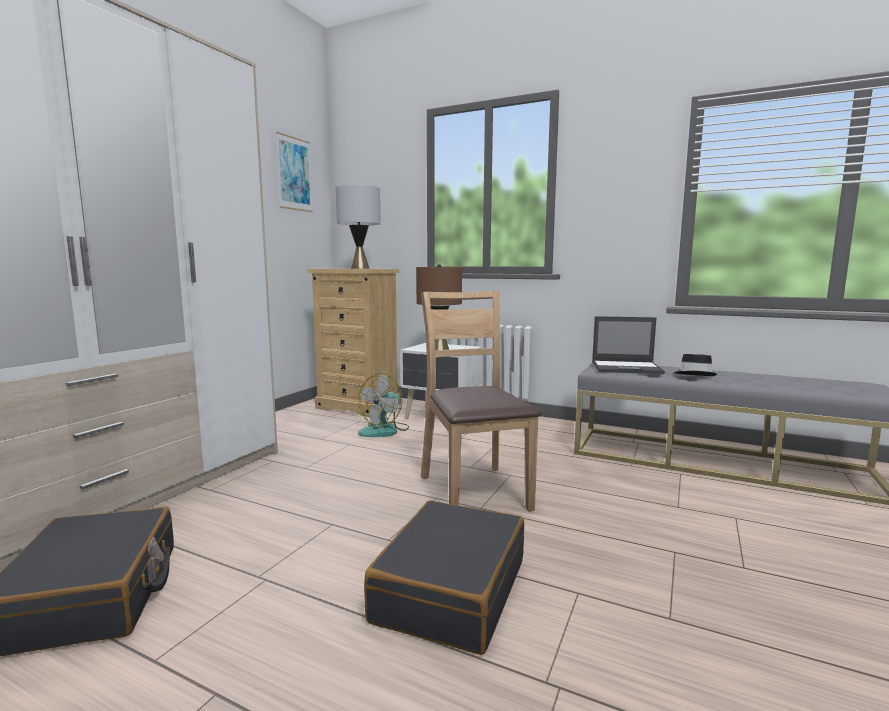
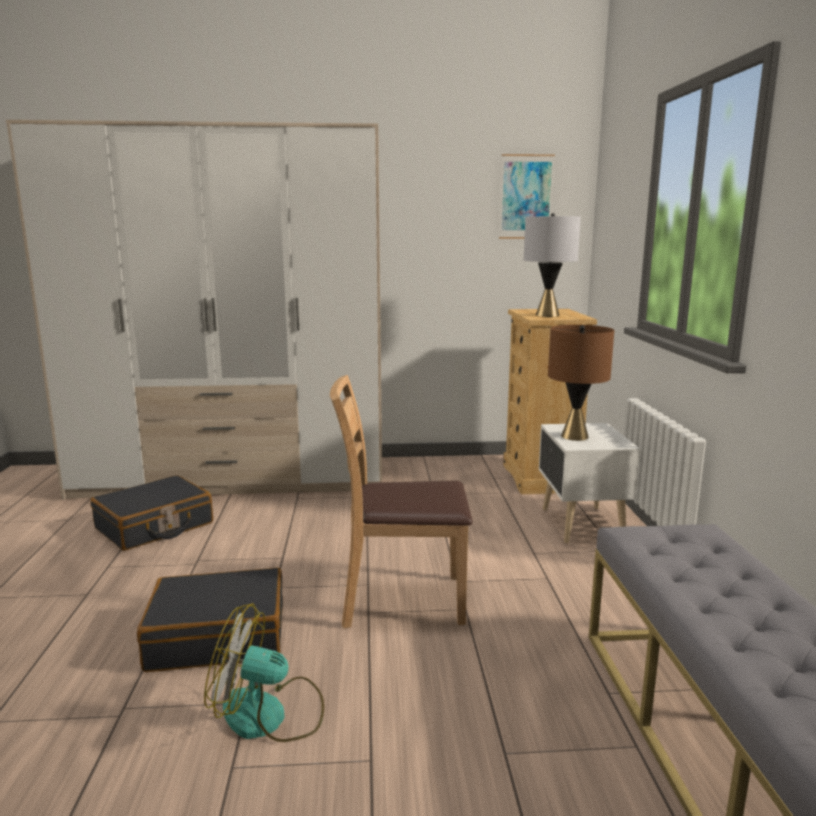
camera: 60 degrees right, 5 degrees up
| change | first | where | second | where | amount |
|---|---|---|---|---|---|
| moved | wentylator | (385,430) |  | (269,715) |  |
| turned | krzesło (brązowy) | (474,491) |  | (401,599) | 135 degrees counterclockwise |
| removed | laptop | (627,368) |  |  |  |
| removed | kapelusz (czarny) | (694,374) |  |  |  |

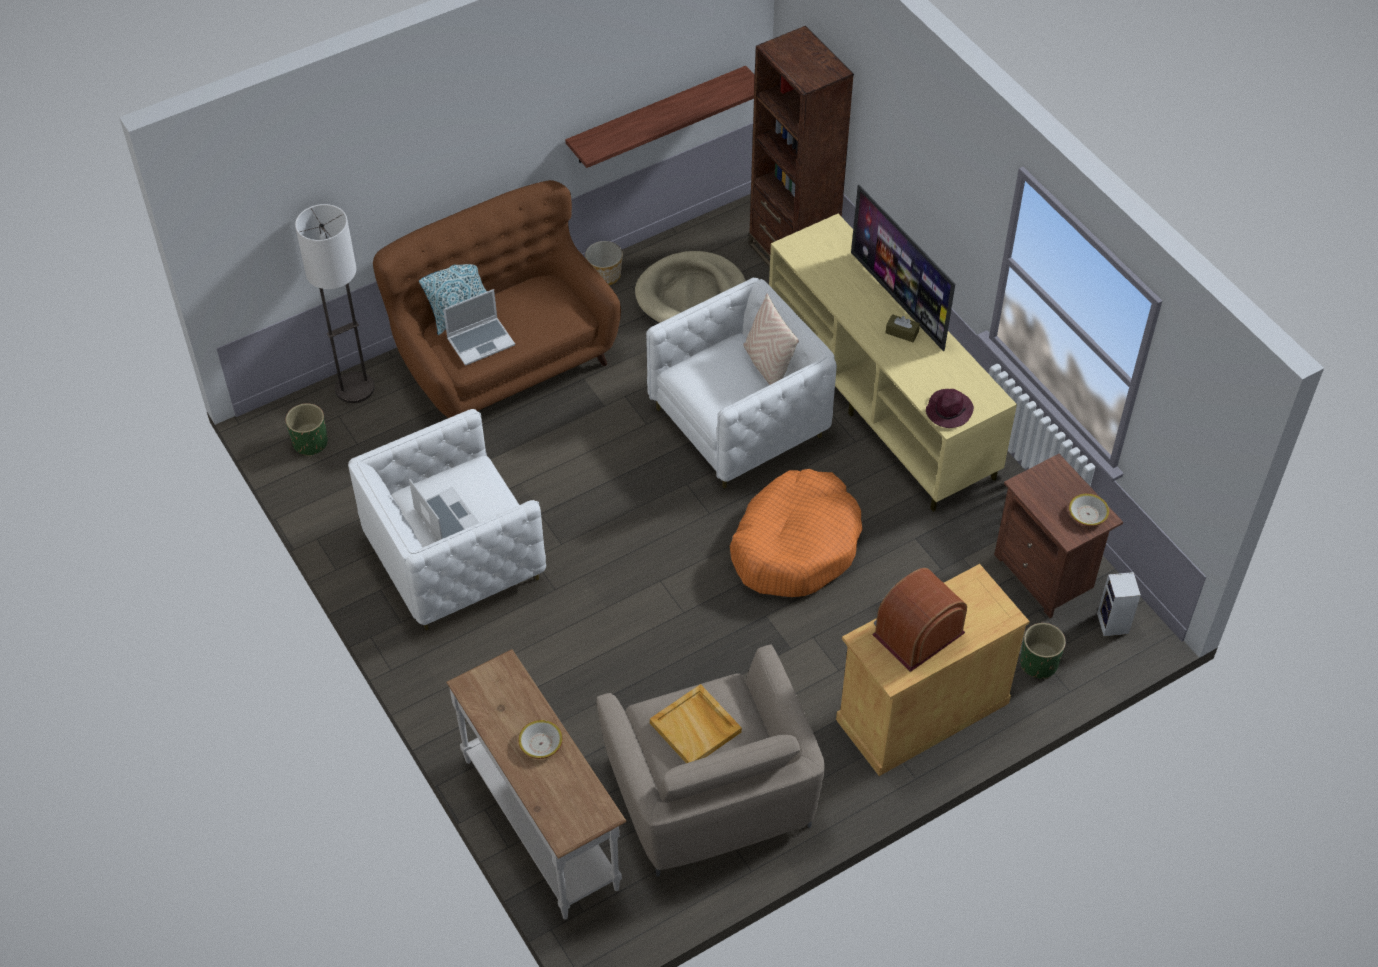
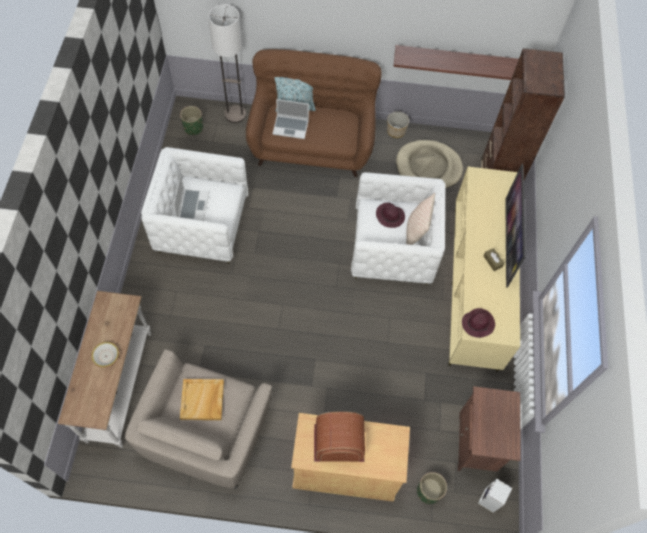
camera: 35 degrees right, 10 degrees up
| change | first | where | second | where | amount |
|---|---|---|---|---|---|
| removed | legowisko (pomarańczowy) | (795,545) |  |  |  |
| removed | miska | (1088,514) |  |  |  |
| added |  |  | kapelusz (fioletowy) | (390,216) |  |

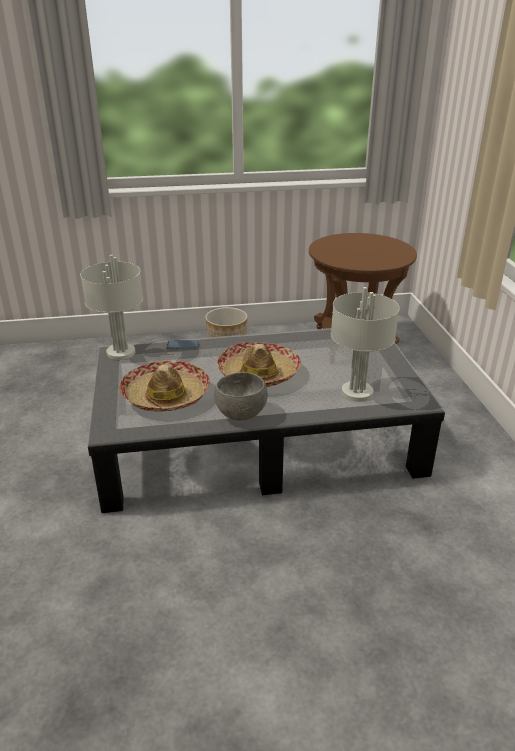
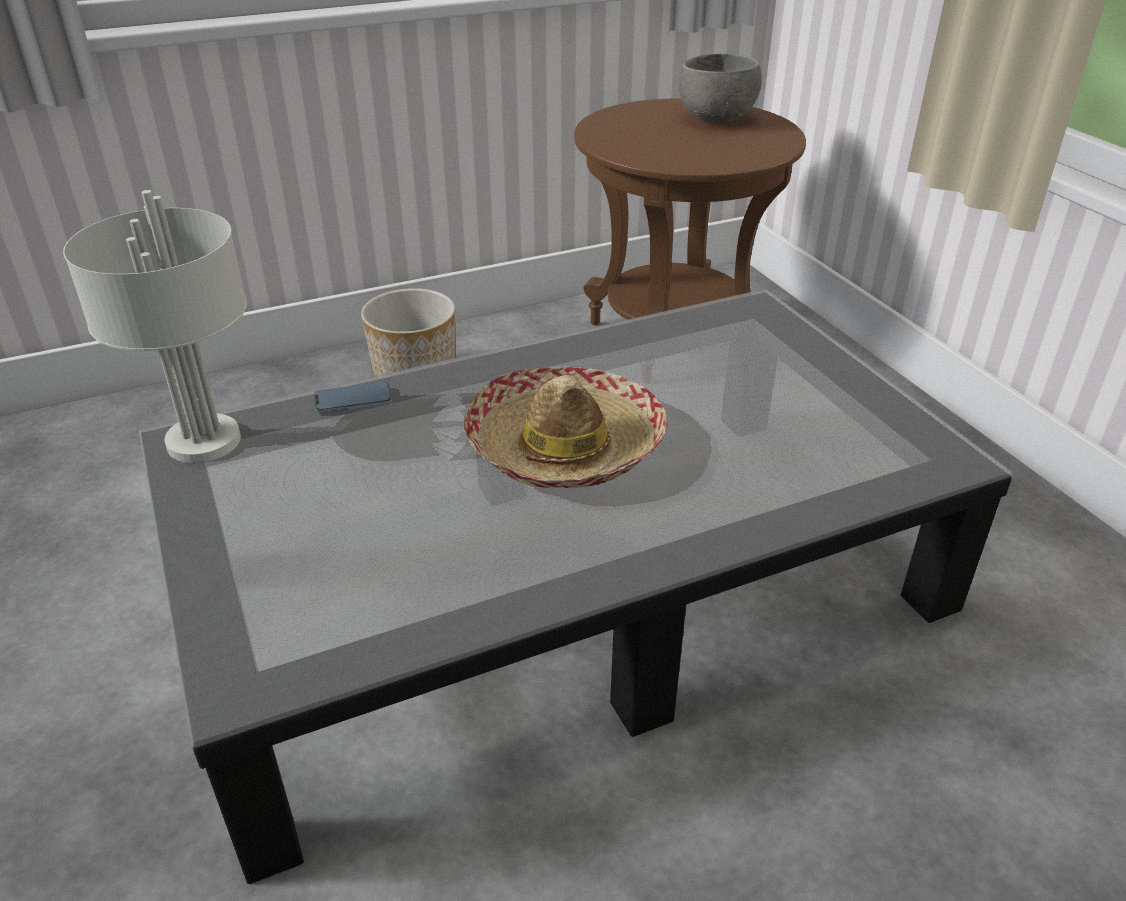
camera: 15 degrees left, 5 degrees up
| change | first | where | second | where | amount |
|---|---|---|---|---|---|
| removed | kapelusz | (165,395) |  |  |  |
| moved | miska (szary) | (241,413) |  | (716,119) |  |
| removed | lampa stołowa (szary) | (356,392) |  |  |  |

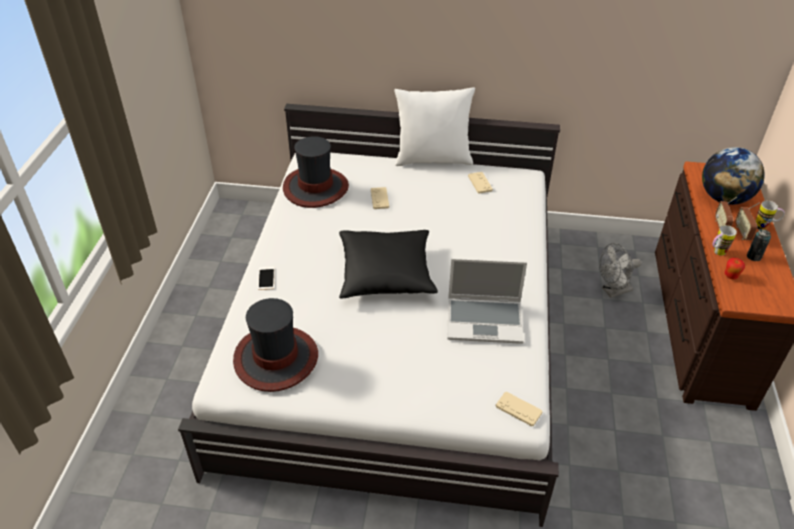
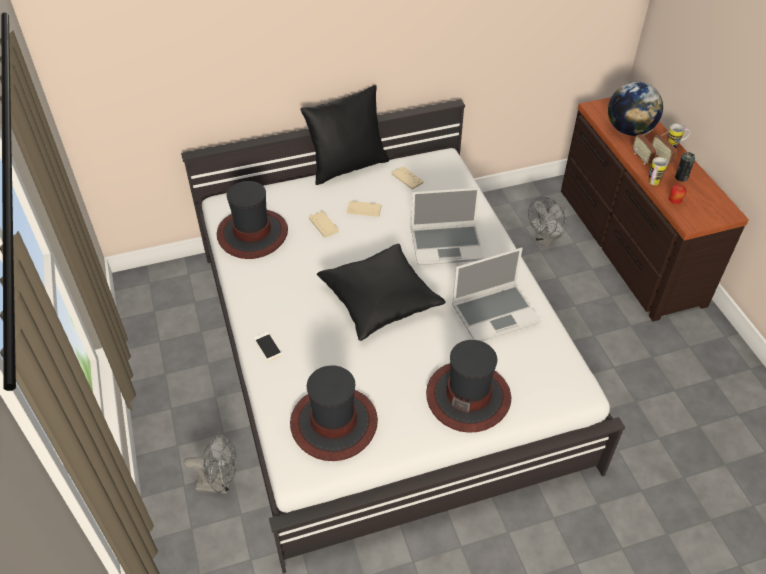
camera: 25 degrees left, 5 degrees up
| change | first | where | second | where | amount |
|---|---|---|---|---|---|
| recoloured | poduszka (biały) | (433,159) | poduszka (czarny) | (347,166) |  |
| moved | pad do gier (beżowy) | (518,409) |  | (364,209) |  |
| added |  |  | wentylator (szary) | (220,484) |  |
| added |  |  | laptop | (447,245) |  |
| added |  |  | kapelusz | (468,396) |  |

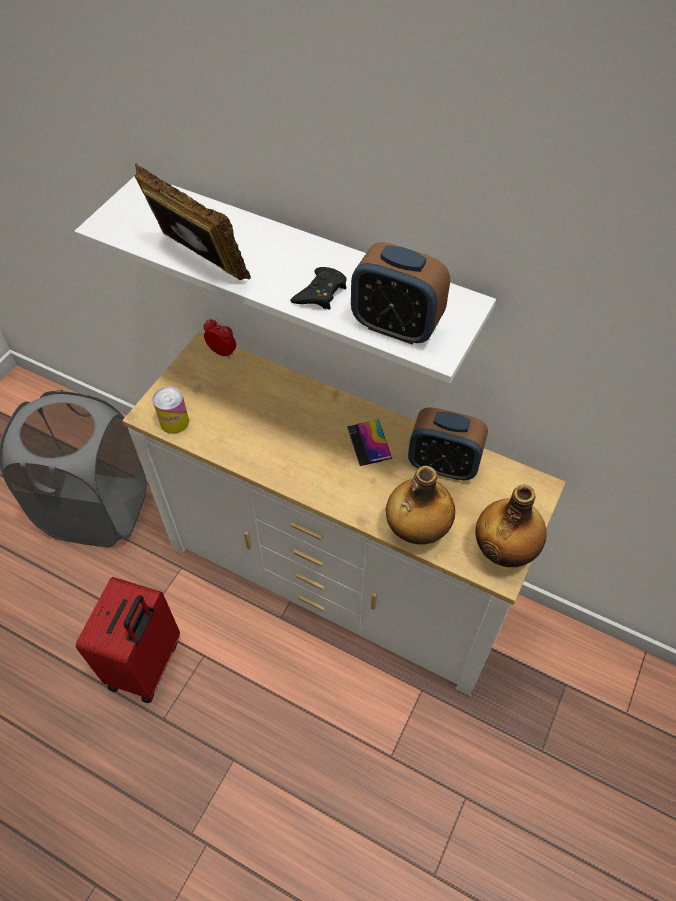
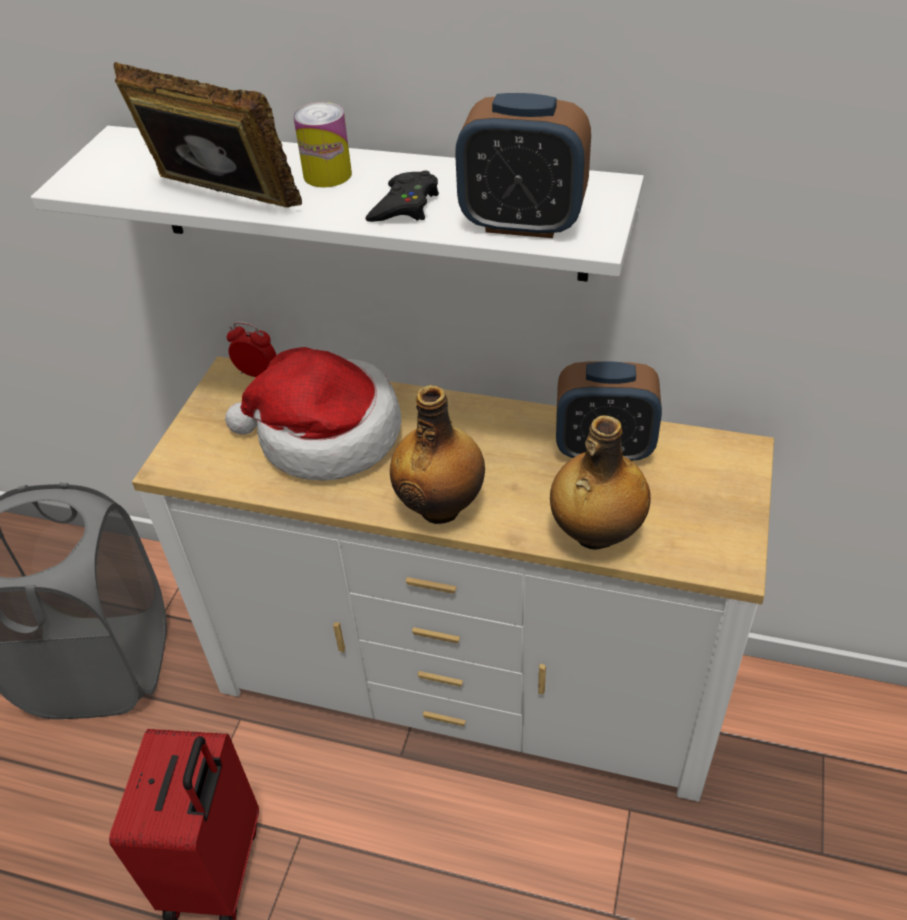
camera: 10 degrees left, 10 degrees down
| change | first | where | second | where | amount |
|---|---|---|---|---|---|
| moved | puszka | (174,422) |  | (327,175) |  |
| removed | telefon | (369,442) |  |  |  |
| moved | butelka | (504,551) |  | (441,506) |  |
| added |  |  | kapelusz | (325,436) |  |

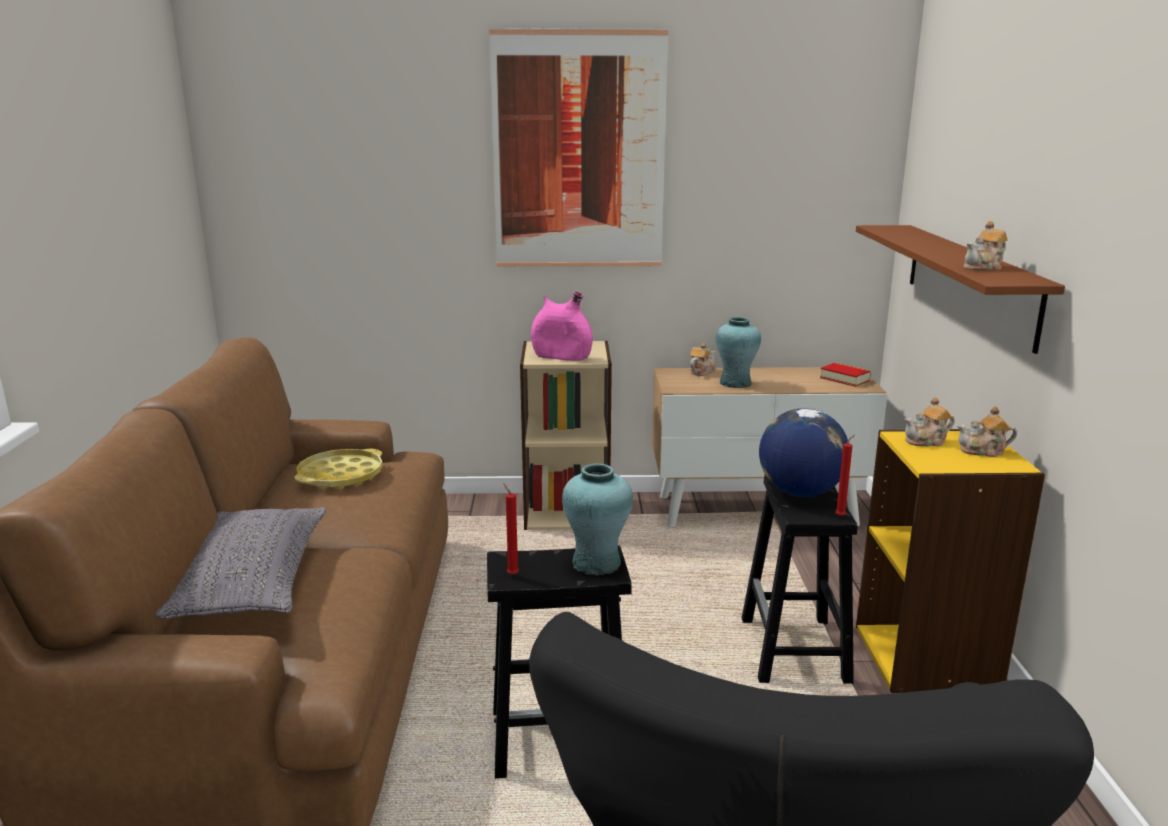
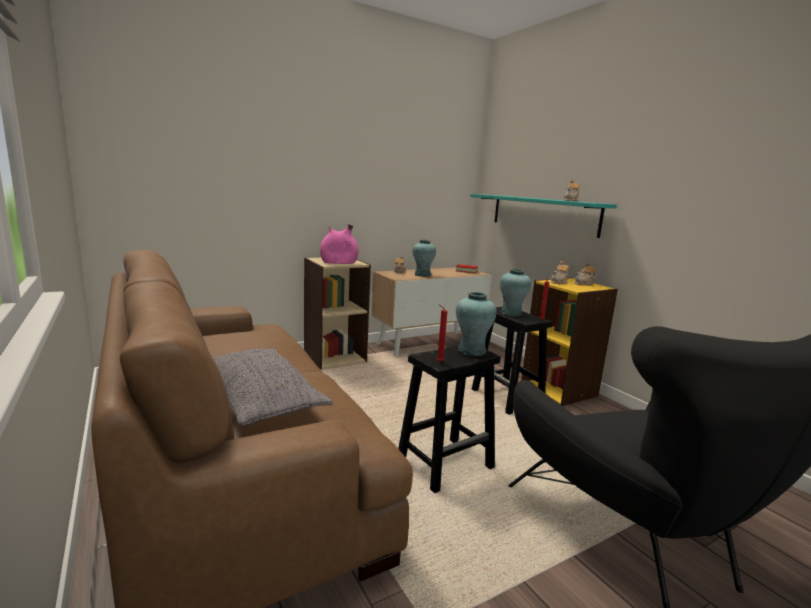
camera: 30 degrees left, 5 degrees down
| change | first | where | second | where | amount |
|---|---|---|---|---|---|
| removed | taca (żółty) | (341,476) |  |  |  |
| removed | obraz | (579,152) |  |  |  |
| replaced | globus | (799,492) | wazon (turkusowy) | (511,313) |  |
| recoloured | półka (brązowy) | (969,281) | półka (turkusowy) | (542,214) |  |

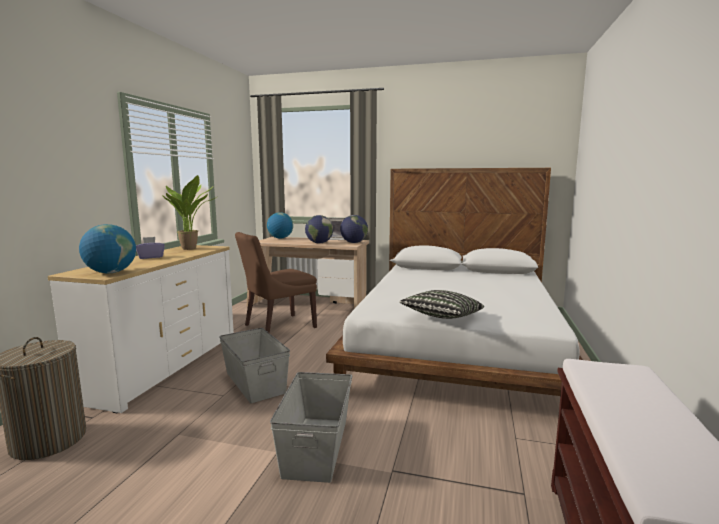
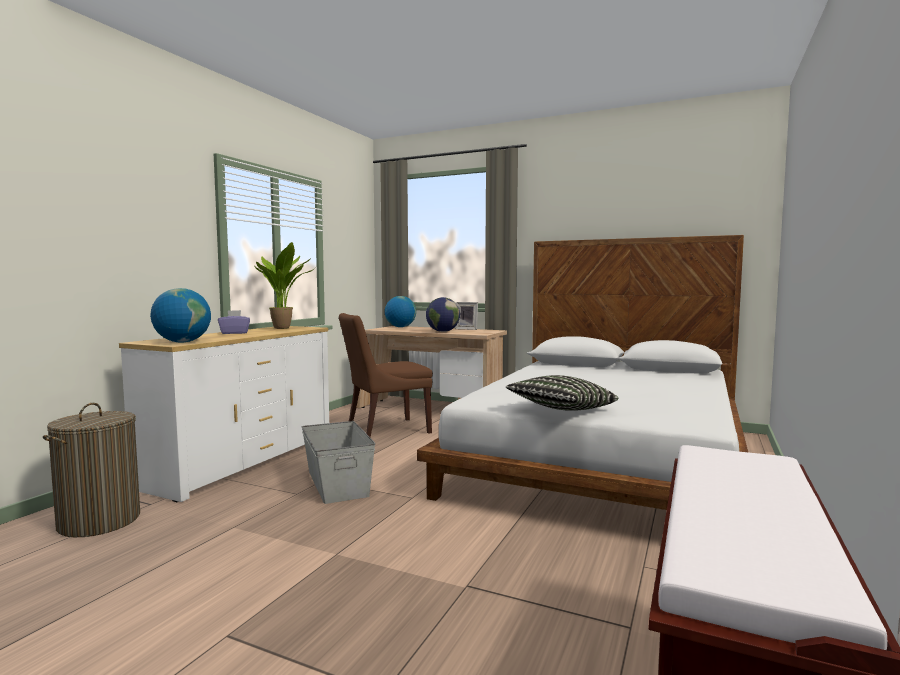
camera: 10 degrees right, 5 degrees down
| change | first | where | second | where | amount |
|---|---|---|---|---|---|
| removed | pojemnik do przechowywania (szary) | (315,447) |  |  |  |
| removed | globus | (354,242) |  |  |  |

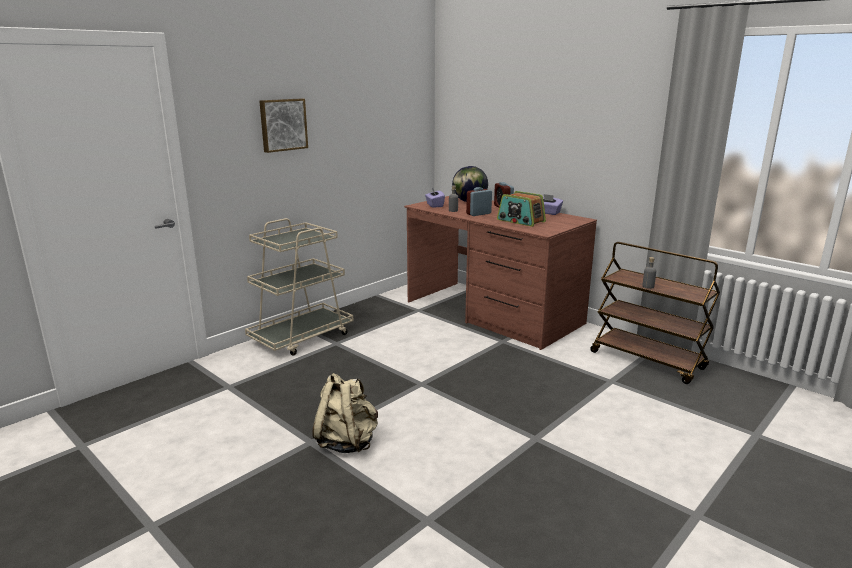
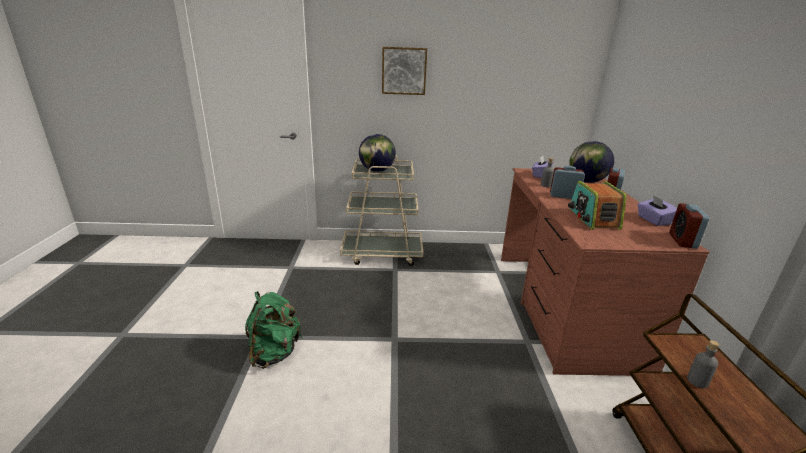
camera: 45 degrees right, 5 degrees up
| change | first | where | second | where | amount |
|---|---|---|---|---|---|
| recoloured | plecak (beżowy) | (347,442) | plecak (zielony) | (274,353) |  |
| added |  |  | globus | (377,170) |  |
| added |  |  | budzik | (682,241) |  |

